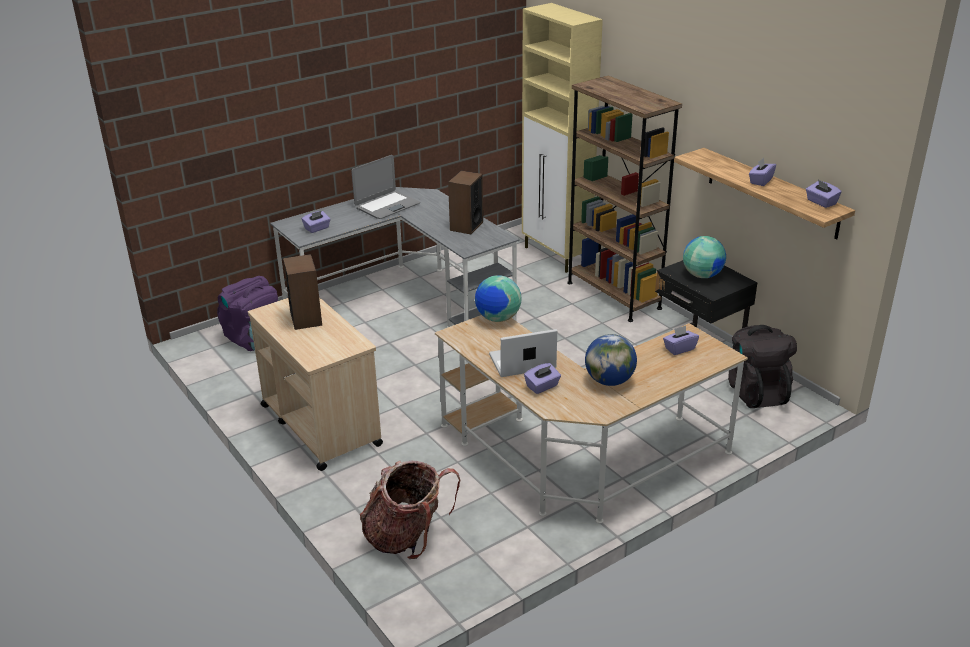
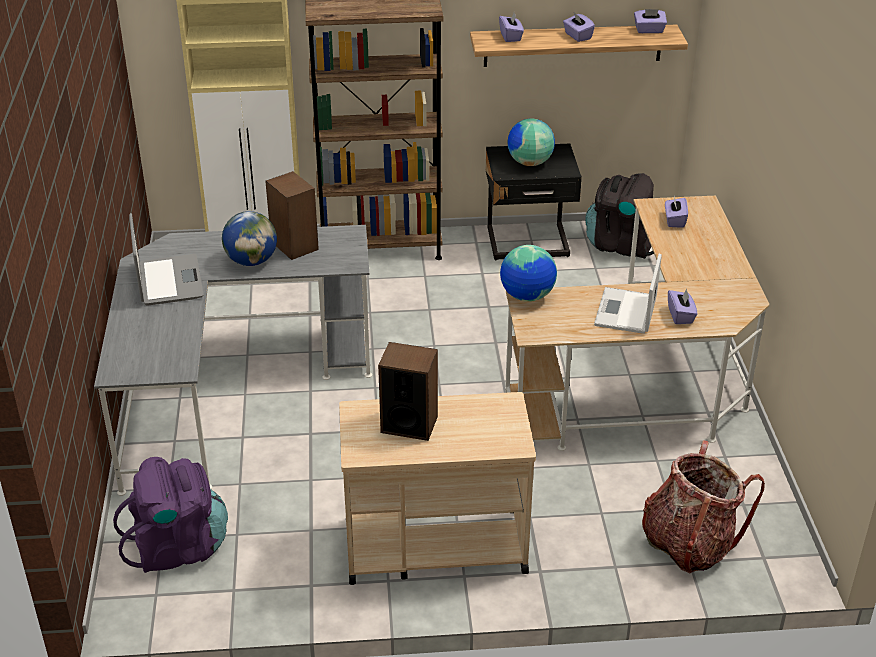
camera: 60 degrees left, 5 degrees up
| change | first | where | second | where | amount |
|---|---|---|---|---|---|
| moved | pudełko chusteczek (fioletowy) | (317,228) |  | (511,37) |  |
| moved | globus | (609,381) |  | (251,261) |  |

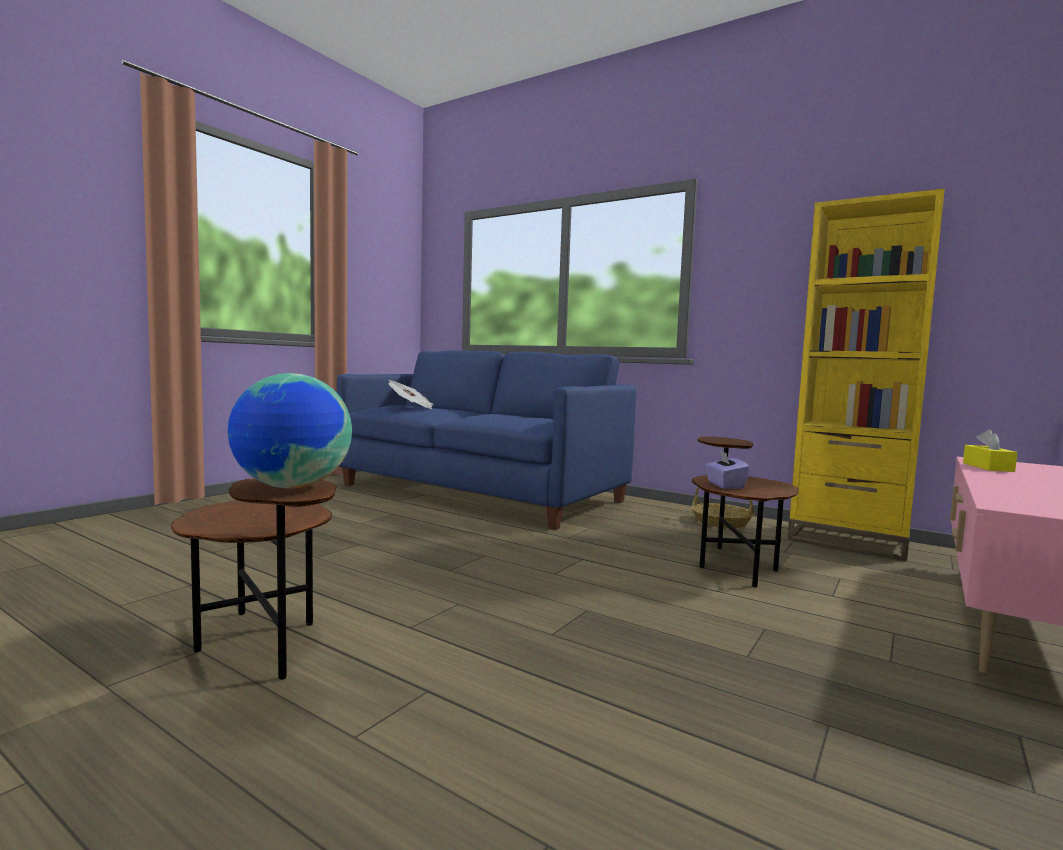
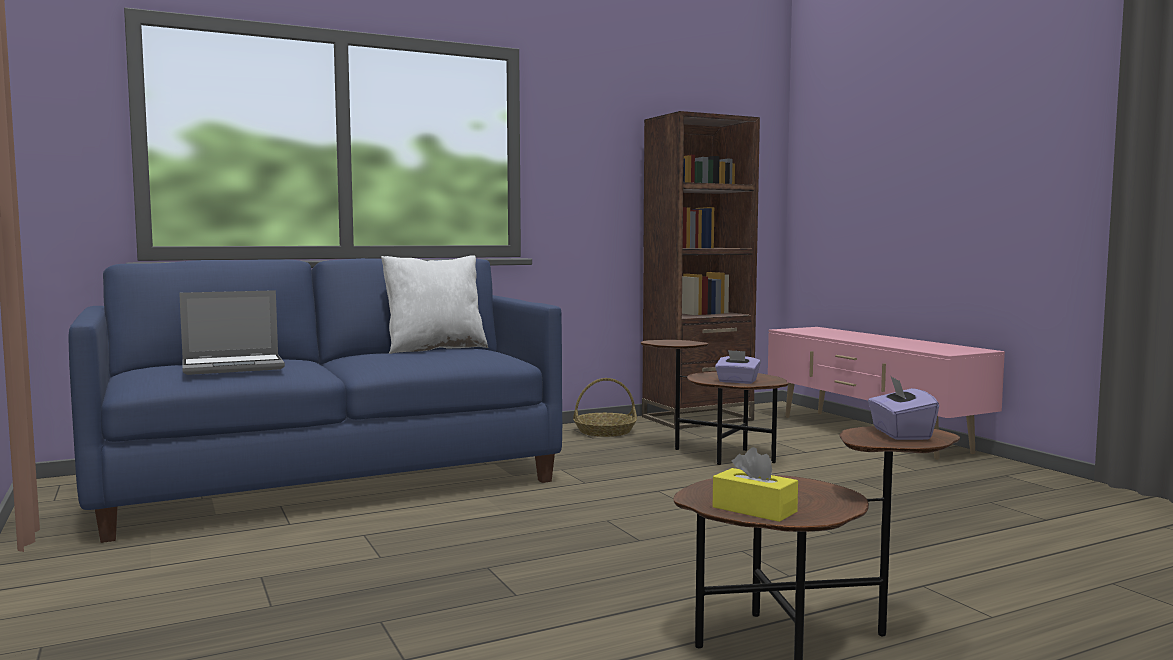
camera: 60 degrees left, 0 degrees up
| change | first | where | second | where | amount |
|---|---|---|---|---|---|
| replaced | globus | (292,487) | pudełko chusteczek (fioletowy) | (900,434) |  |
| replaced | gazeta | (411,407) | laptop | (234,367) |  |
| recoloured | regał (żółty) | (848,541) | regał (brązowy) | (697,418) |  |
| moved | pudełko chusteczek (żółty) | (988,467) |  | (754,509) |  |
| added |  |  | poduszka (biały) | (435,349) |  |

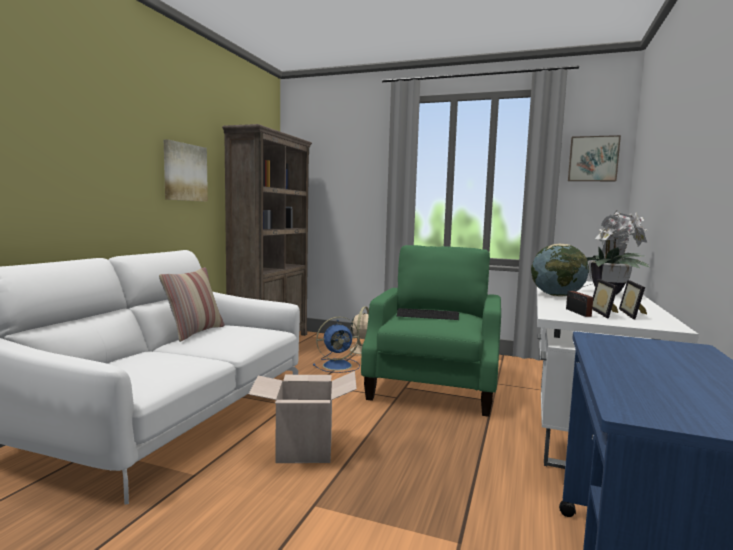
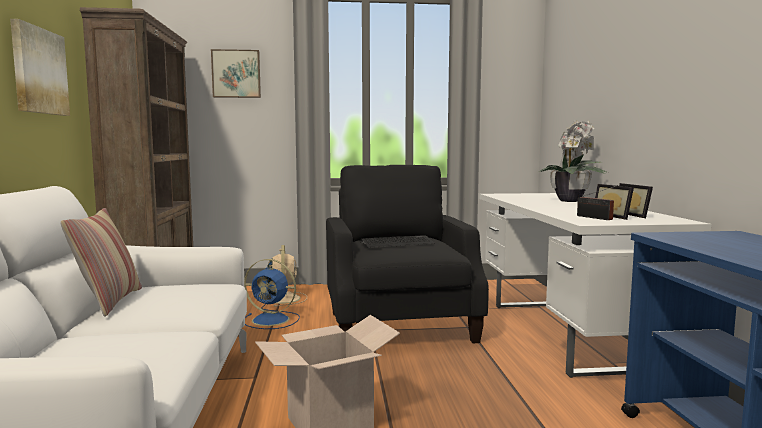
camera: 25 degrees left, 0 degrees up
| change | first | where | second | where | amount |
|---|---|---|---|---|---|
| turned | wentylator (niebieski) | (338,365) |  | (272,320) | 60 degrees clockwise |
| recoloured | fotel (zielony) | (433,387) | fotel (czarny) | (399,325) |  |
| removed | globus | (557,296) |  |  |  |
| moved | obraz | (593,159) |  | (236,74) |  |

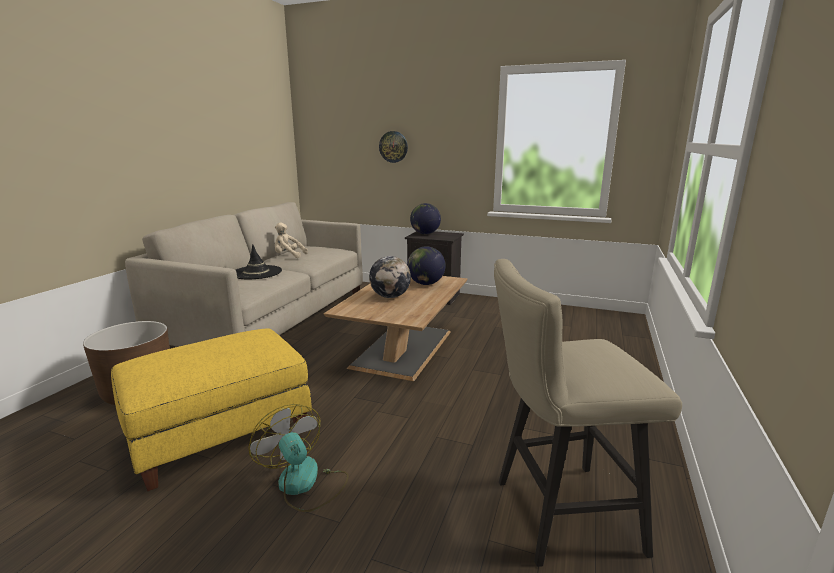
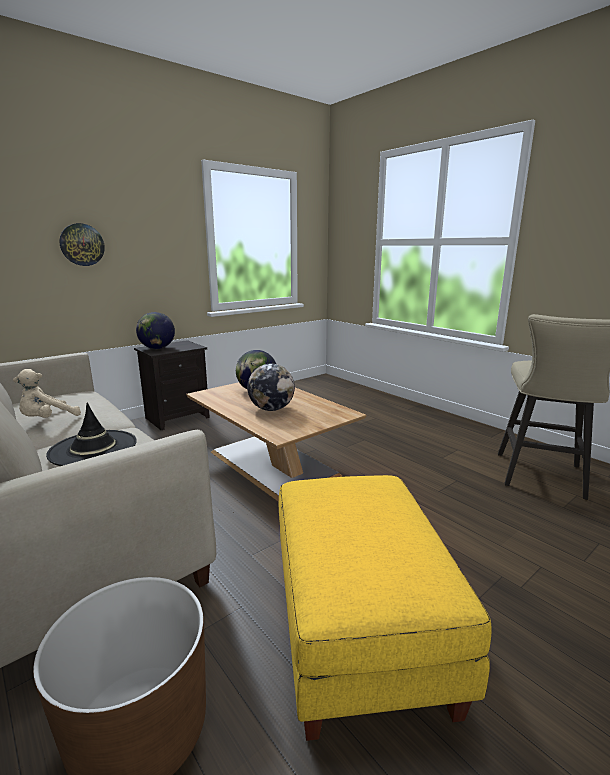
camera: 60 degrees left, 0 degrees up
| change | first | where | second | where | amount |
|---|---|---|---|---|---|
| removed | wentylator | (304,484) |  |  |  |

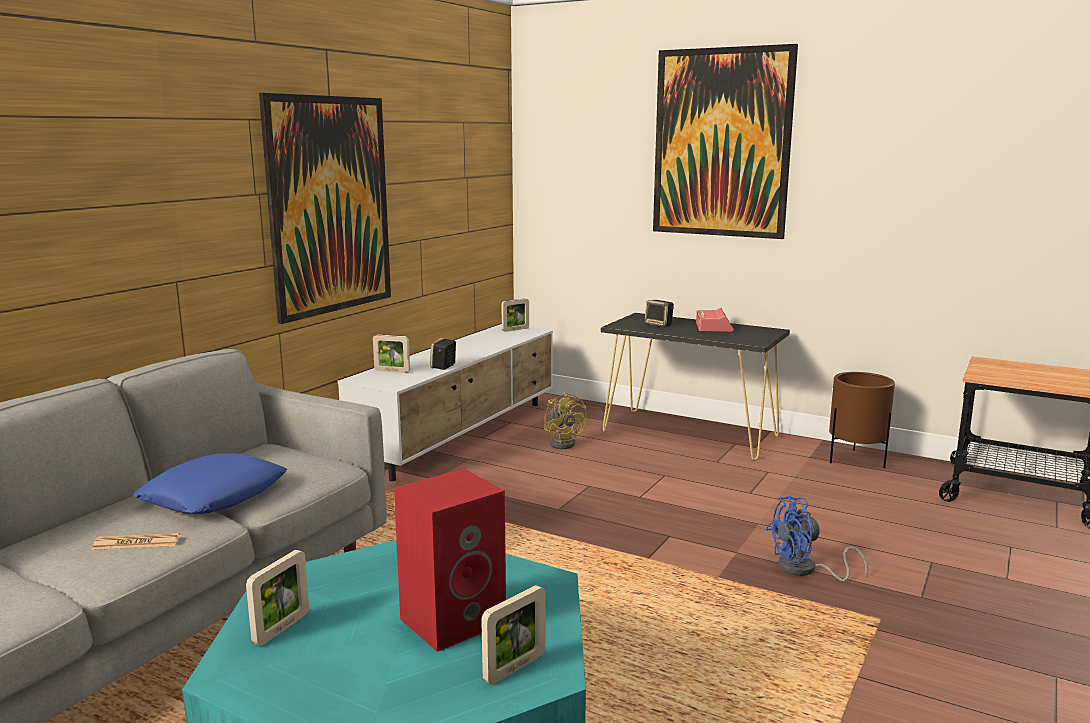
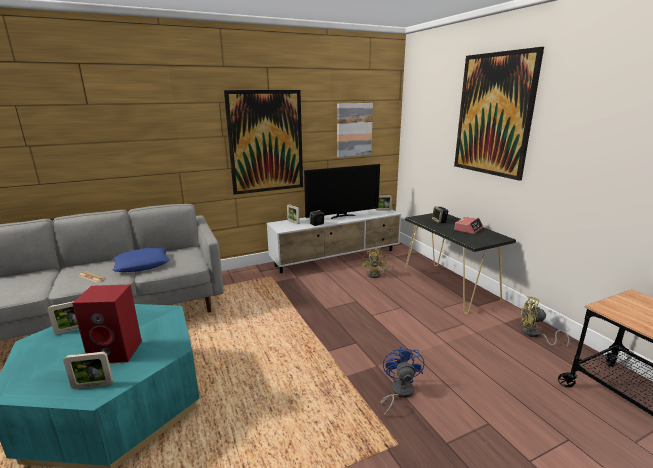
camera: 35 degrees right, 5 degrees up
| change | first | where | second | where | amount |
|---|---|---|---|---|---|
| turned | wentylator (niebieski) | (805,570) |  | (398,392) | 75 degrees clockwise |
| replaced | donica (brązowy) | (856,460) | wentylator (żółty) | (534,334) |  |
| added |  |  | telewizor | (342,216) |  |
| added |  |  | obraz | (354,130) |  |

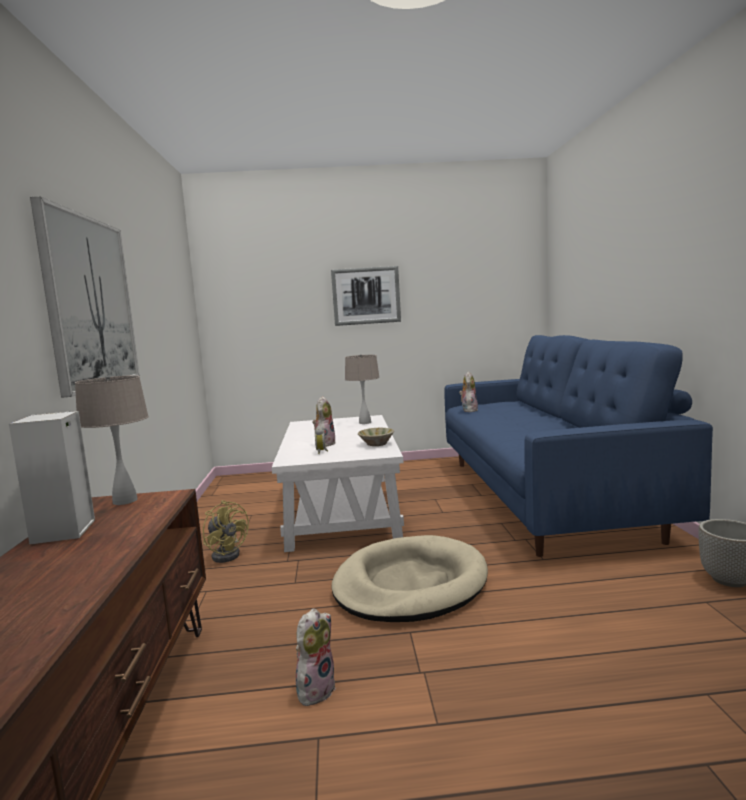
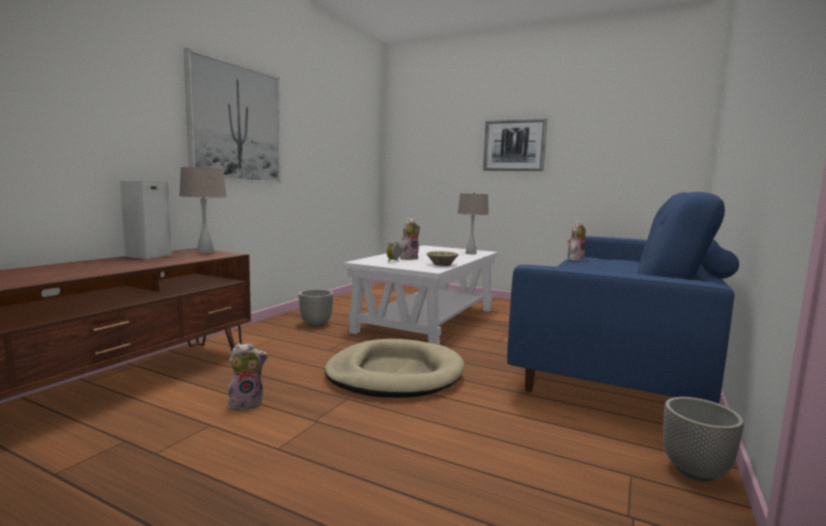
camera: 30 degrees right, 0 degrees up
| change | first | where | second | where | amount |
|---|---|---|---|---|---|
| replaced | wentylator (żółty) | (228,554) | donica | (316,324) |  |

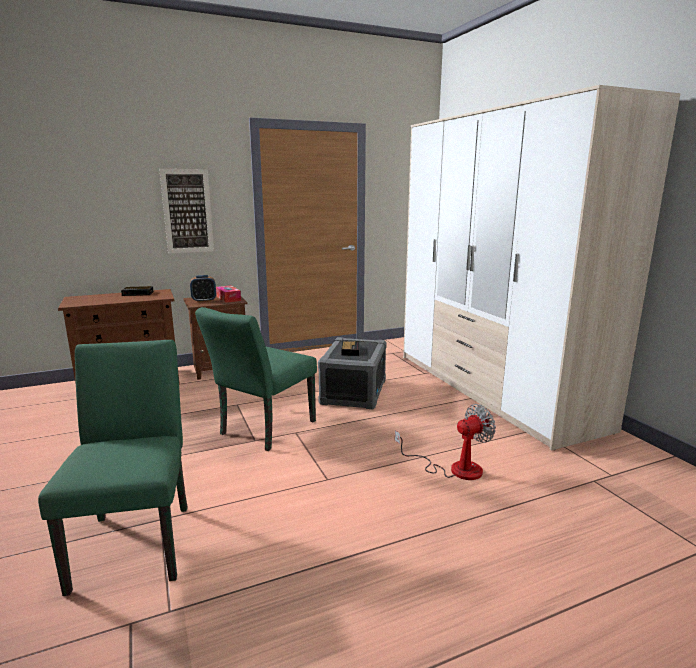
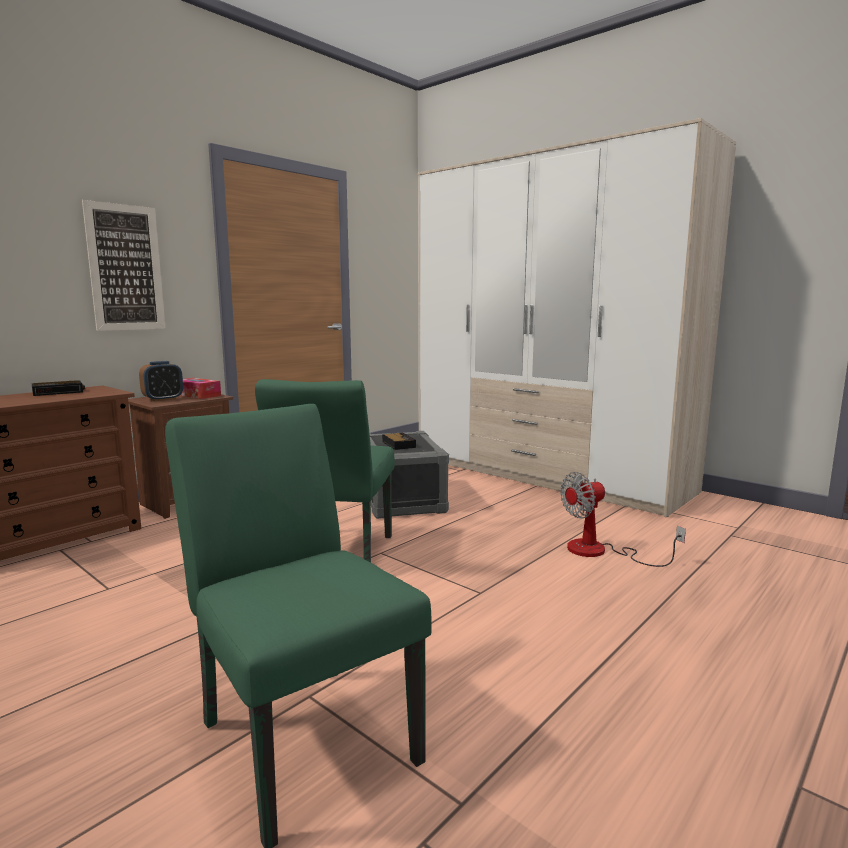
camera: 25 degrees left, 5 degrees down
| change | first | where | second | where | amount |
|---|---|---|---|---|---|
| turned | wentylator | (454,468) |  | (600,552) | 150 degrees counterclockwise |

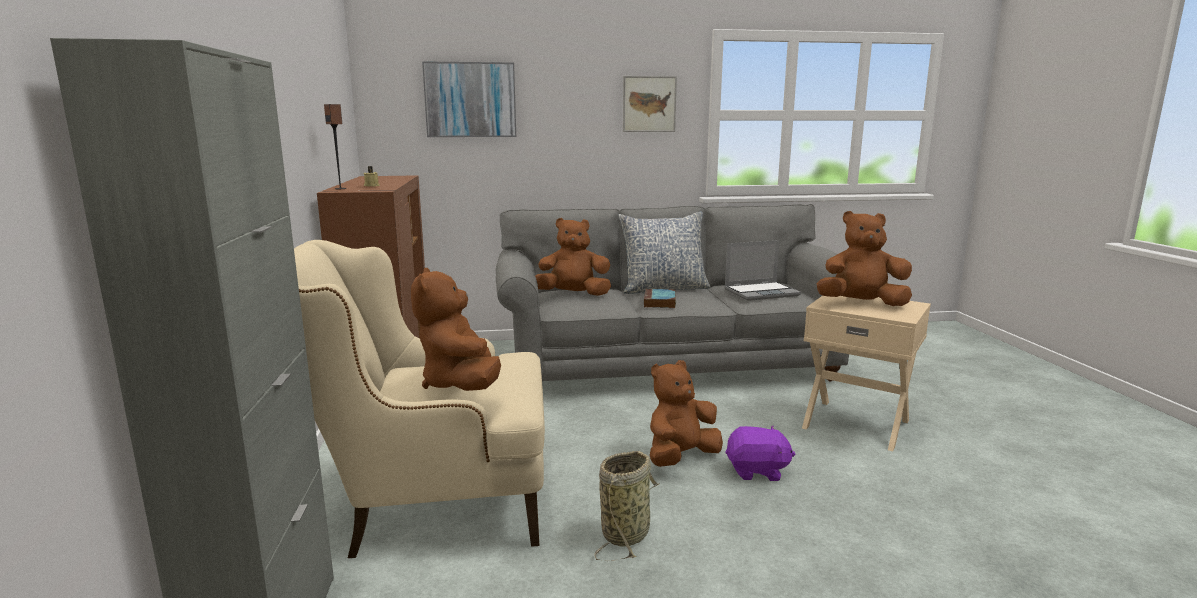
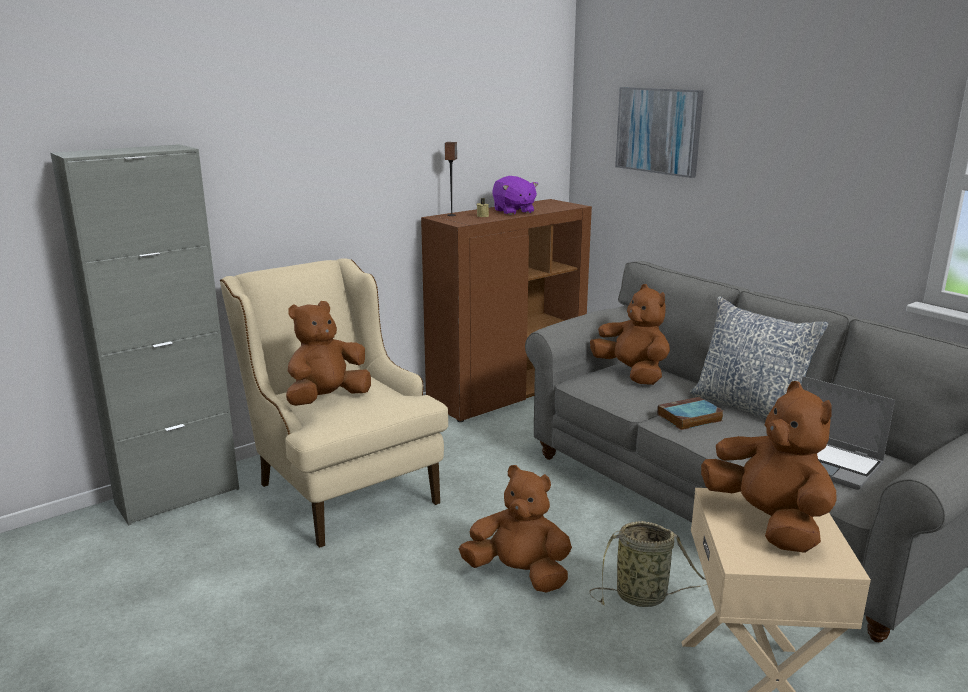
camera: 60 degrees right, 5 degrees up
| change | first | where | second | where | amount |
|---|---|---|---|---|---|
| moved | koszyk | (627,533) |  | (645,597) |  |
| removed | obraz | (649,104) |  |  |  |
| moved | pluszak (fioletowy) | (757,471) |  | (513,211) |  |

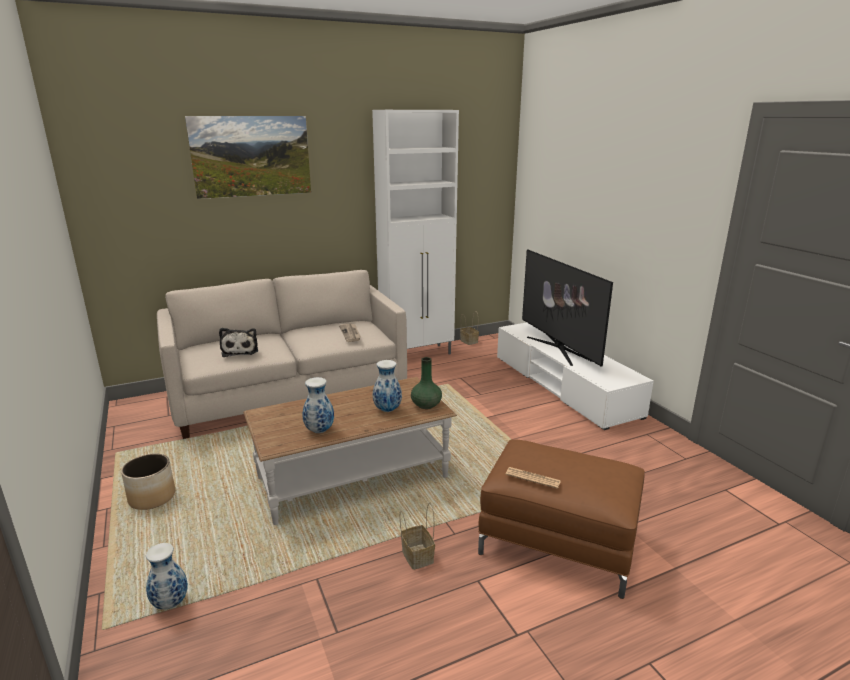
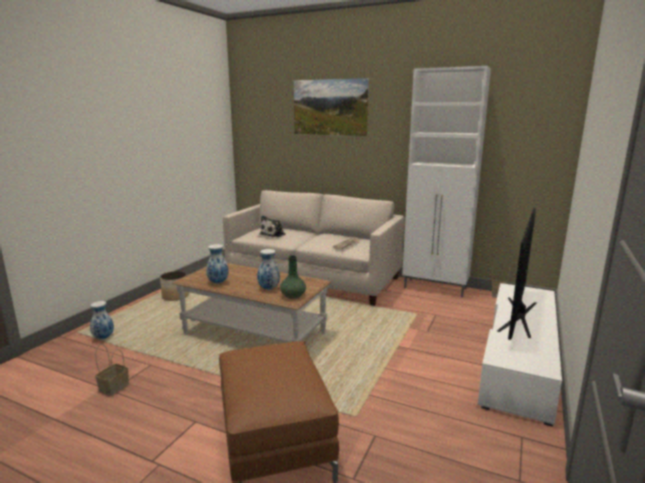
camera: 50 degrees right, 5 degrees down
| change | first | where | second | where | amount |
|---|---|---|---|---|---|
| moved | koszyk | (416,556) |  | (114,386) |  |
| removed | gazeta | (533,478) |  |  |  |

